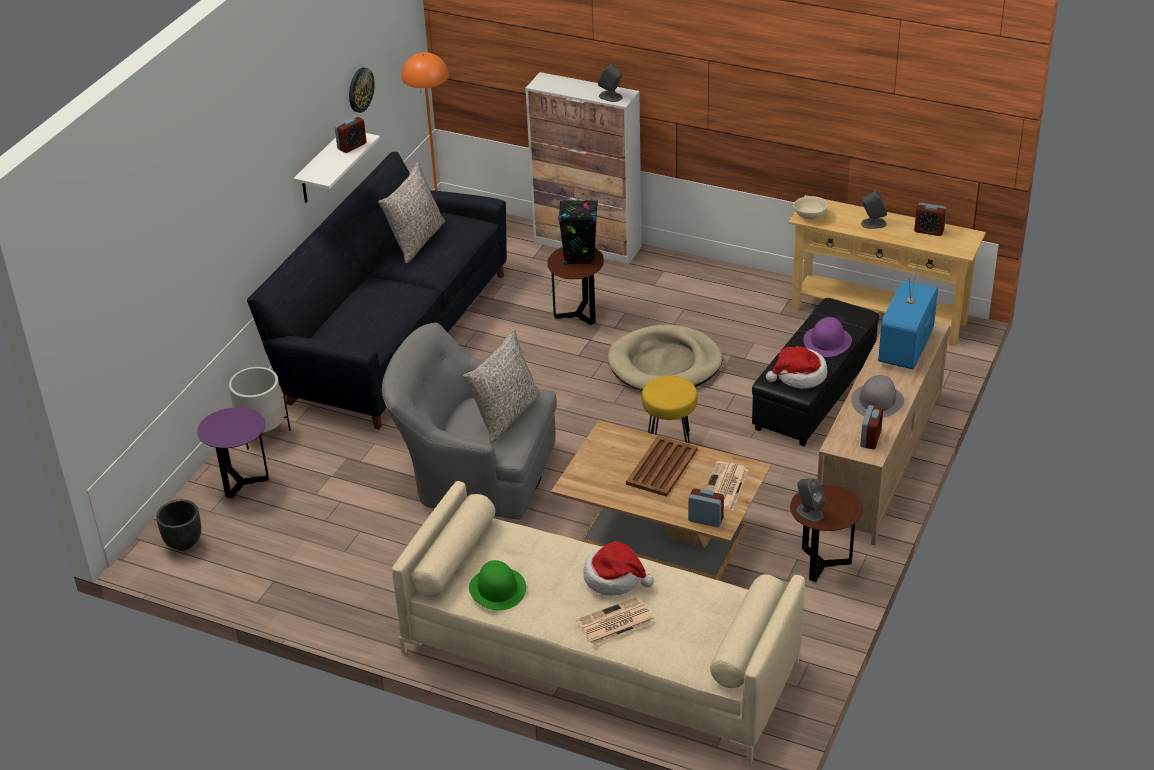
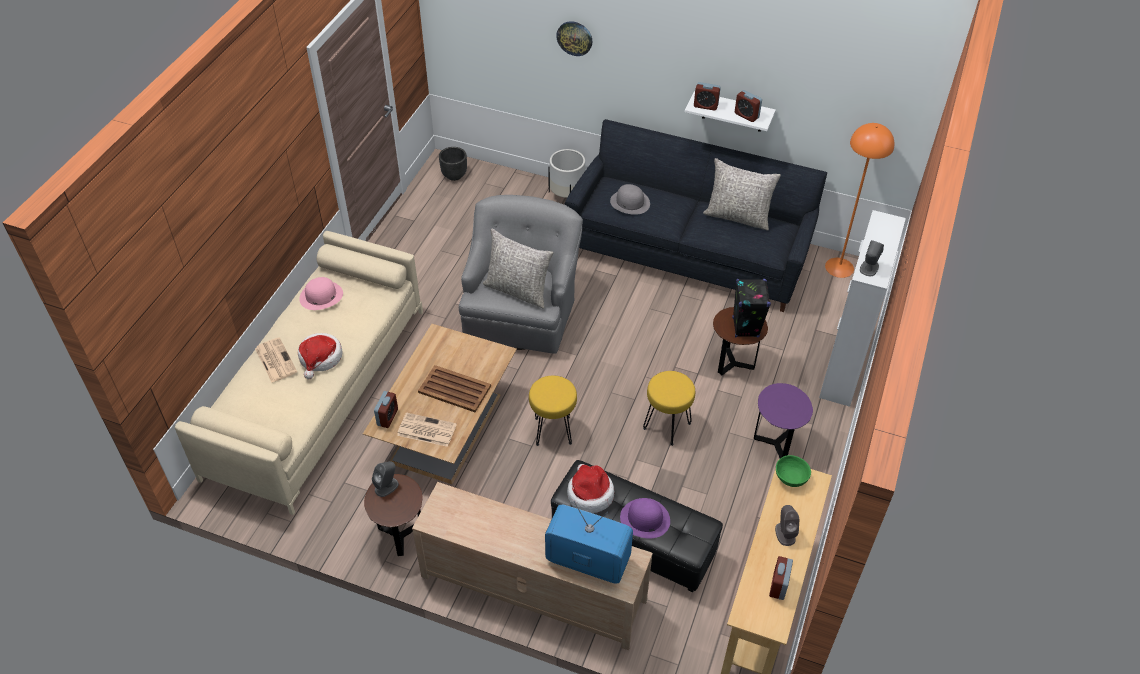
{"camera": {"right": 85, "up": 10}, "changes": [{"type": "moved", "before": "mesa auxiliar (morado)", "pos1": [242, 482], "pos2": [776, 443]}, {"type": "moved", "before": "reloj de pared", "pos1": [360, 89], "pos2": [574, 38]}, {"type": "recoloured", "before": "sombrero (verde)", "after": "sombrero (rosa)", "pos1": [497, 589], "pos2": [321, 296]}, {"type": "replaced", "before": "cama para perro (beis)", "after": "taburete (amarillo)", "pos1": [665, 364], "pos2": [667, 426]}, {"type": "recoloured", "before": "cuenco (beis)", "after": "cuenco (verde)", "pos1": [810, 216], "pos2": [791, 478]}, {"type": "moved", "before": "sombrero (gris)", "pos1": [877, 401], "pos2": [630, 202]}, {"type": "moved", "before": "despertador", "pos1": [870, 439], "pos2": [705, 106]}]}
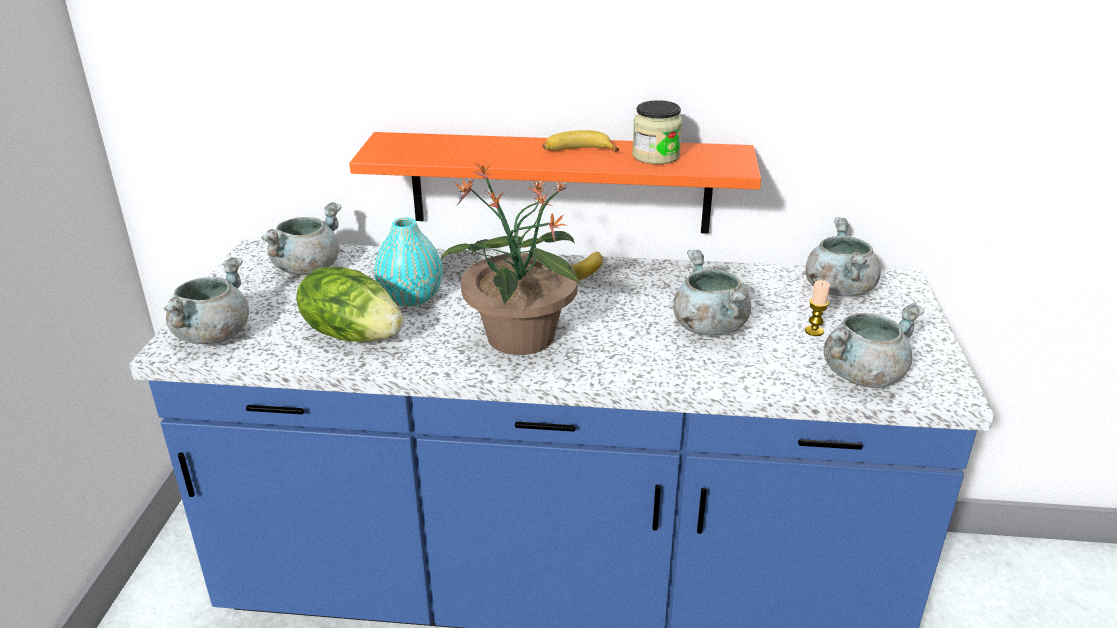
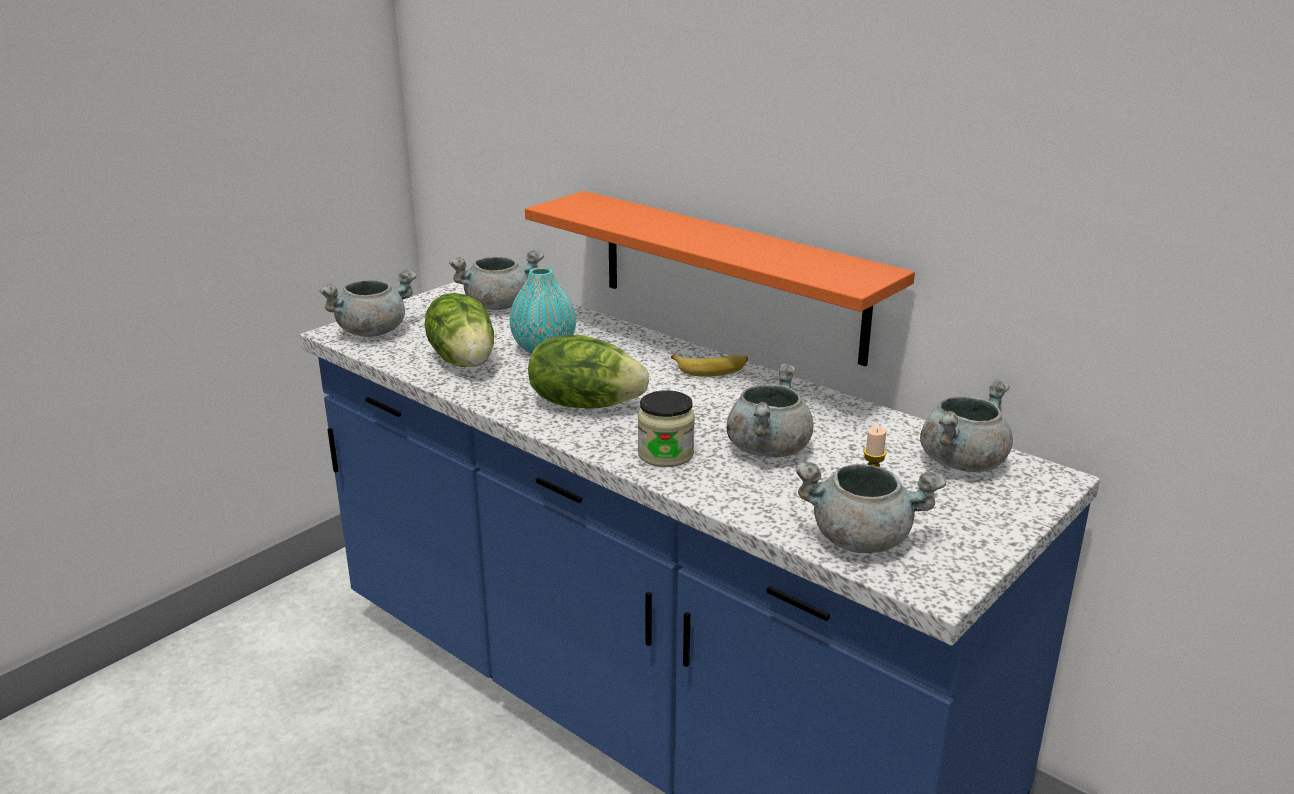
{"camera": {"right": 35, "up": -5}, "changes": [{"type": "replaced", "before": "planta en maceta", "after": "lechuga", "pos1": [520, 338], "pos2": [585, 403]}, {"type": "removed", "before": "plátano", "pos1": [578, 151]}, {"type": "moved", "before": "tarro", "pos1": [655, 156], "pos2": [665, 454]}]}
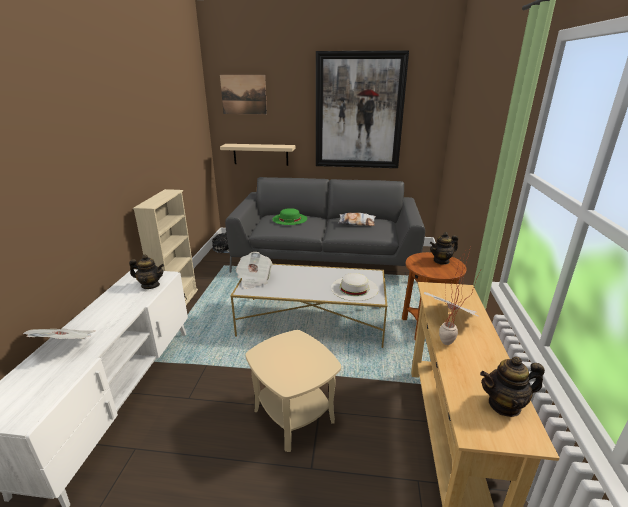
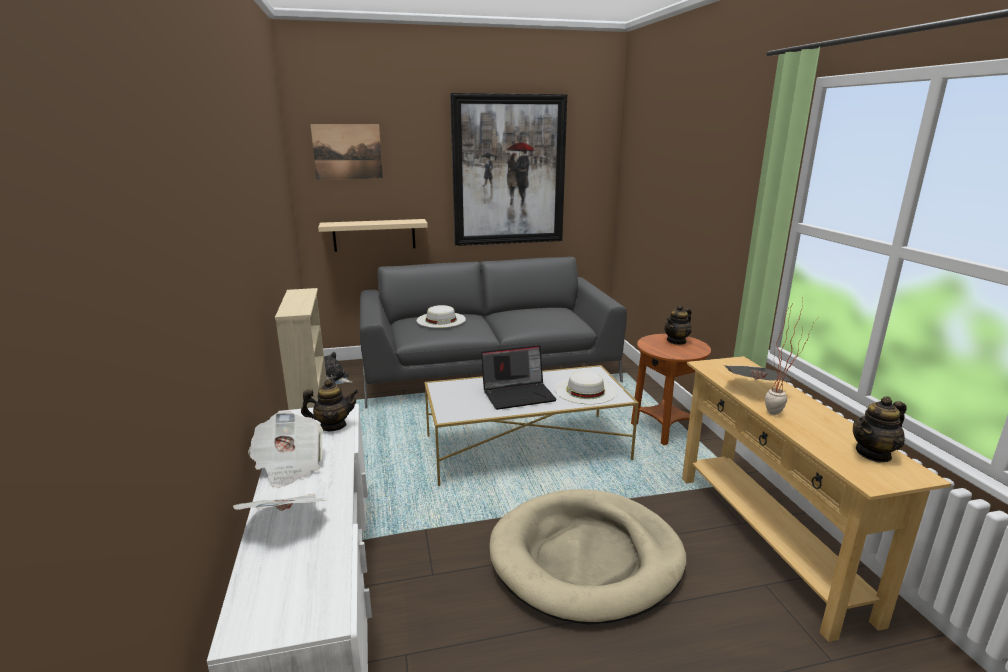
{"camera": {"right": -20, "up": -5}, "changes": [{"type": "moved", "before": "periódico", "pos1": [254, 279], "pos2": [289, 465]}, {"type": "replaced", "before": "mesa auxiliar (beis)", "after": "cama para perro (beis)", "pos1": [294, 416], "pos2": [586, 558]}, {"type": "recoloured", "before": "sombrero (verde)", "after": "sombrero (blanco)", "pos1": [289, 219], "pos2": [441, 320]}, {"type": "removed", "before": "cojín", "pos1": [357, 222]}, {"type": "added", "after": "portátil", "pos2": [519, 394]}]}
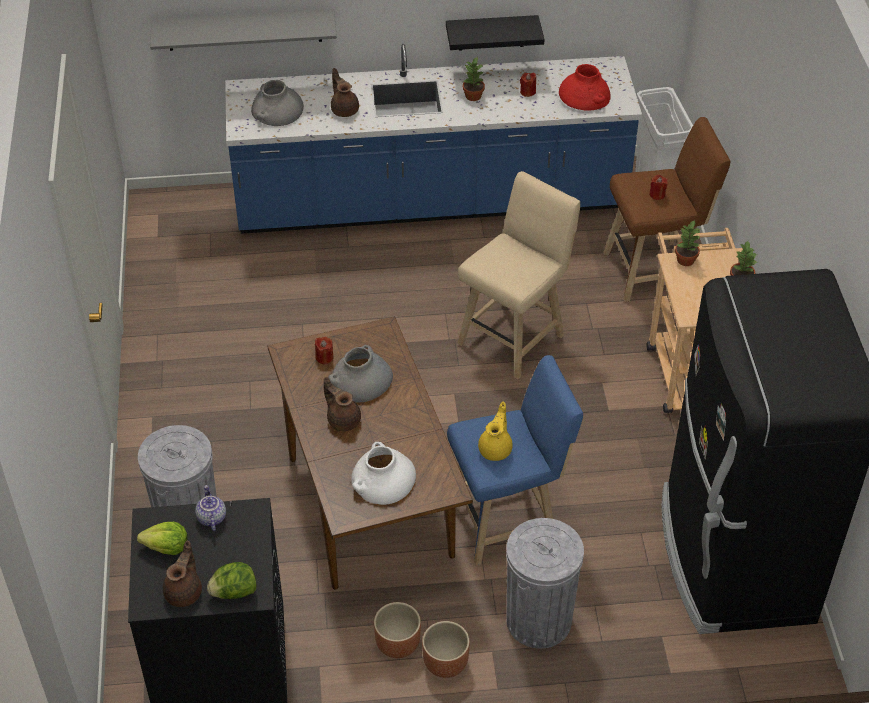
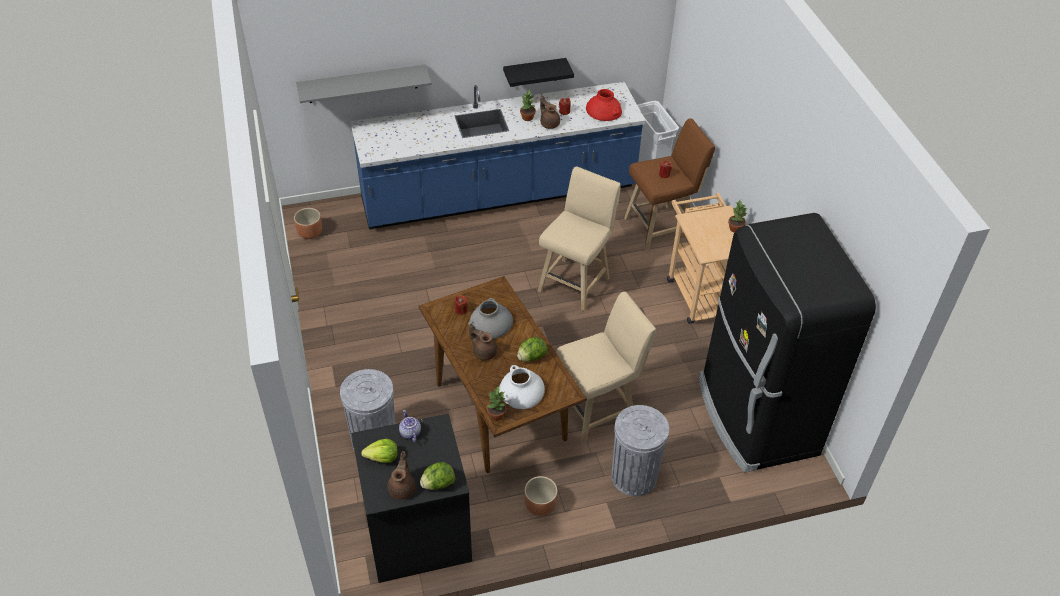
{"camera": {"right": -10, "up": 0}, "changes": [{"type": "removed", "before": "florero (gris)", "pos1": [277, 110]}, {"type": "moved", "before": "tetera (marrón)", "pos1": [344, 109], "pos2": [549, 123]}, {"type": "moved", "before": "maceta (marrón)", "pos1": [446, 663], "pos2": [310, 233]}, {"type": "recoloured", "before": "taburete (azul)", "after": "taburete (beis)", "pos1": [508, 520], "pos2": [598, 410]}, {"type": "removed", "before": "tetera (amarillo)", "pos1": [496, 449]}, {"type": "moved", "before": "planta en maceta", "pos1": [685, 260], "pos2": [496, 415]}, {"type": "added", "after": "lechuga", "pos2": [531, 357]}]}
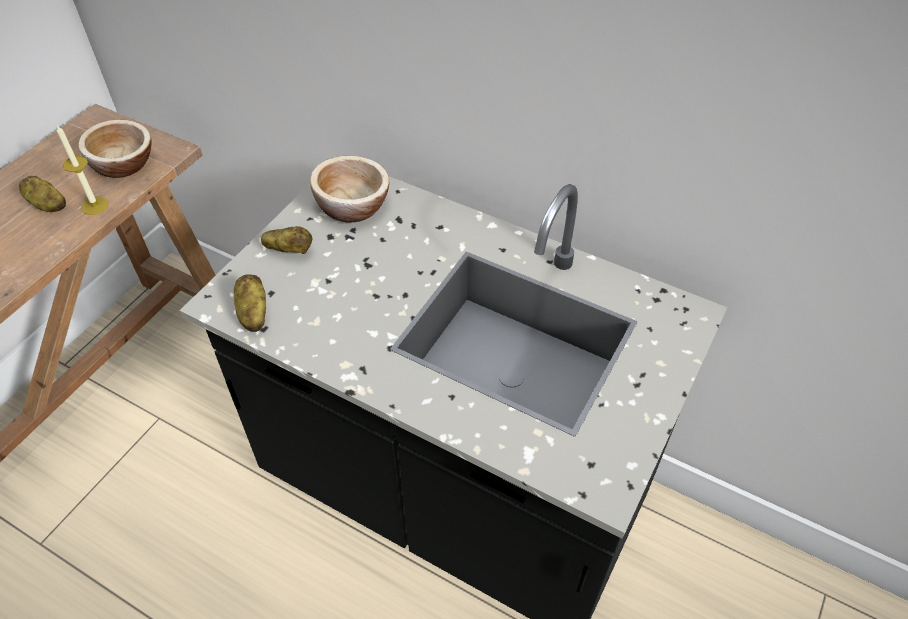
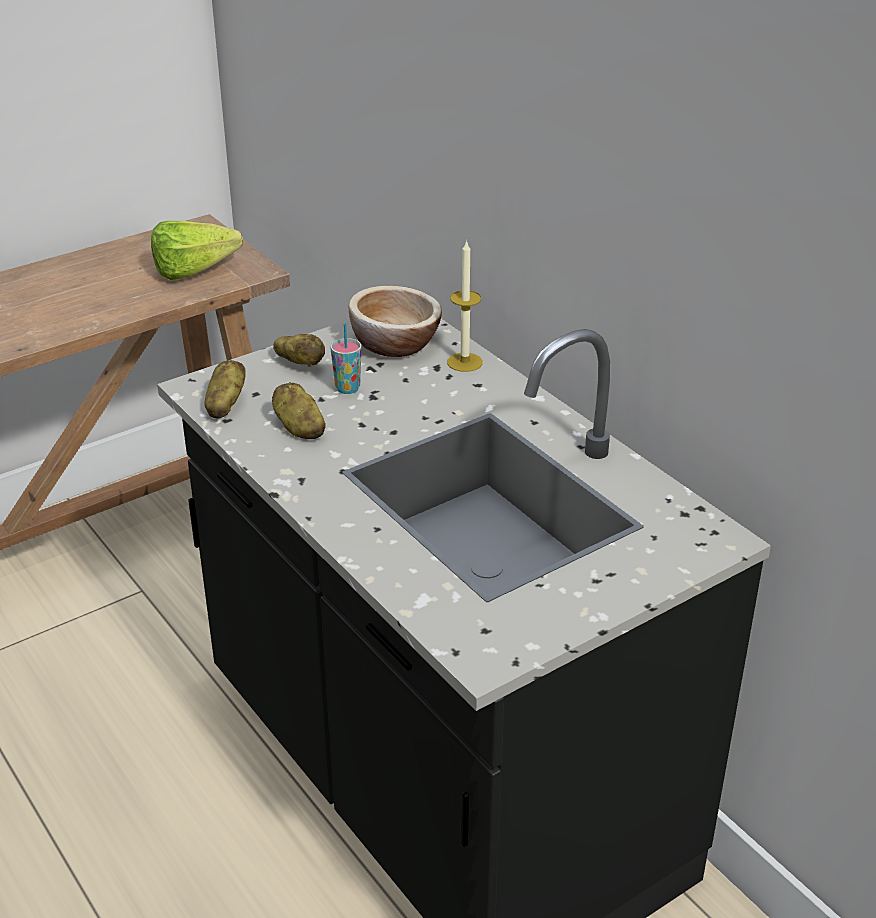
{"camera": {"right": 25, "up": -15}, "changes": [{"type": "moved", "before": "patata", "pos1": [47, 205], "pos2": [299, 428]}, {"type": "moved", "before": "vela", "pos1": [95, 205], "pos2": [464, 362]}, {"type": "replaced", "before": "cuenco", "after": "lechuga", "pos1": [123, 164], "pos2": [201, 271]}, {"type": "added", "after": "taza", "pos2": [347, 388]}]}
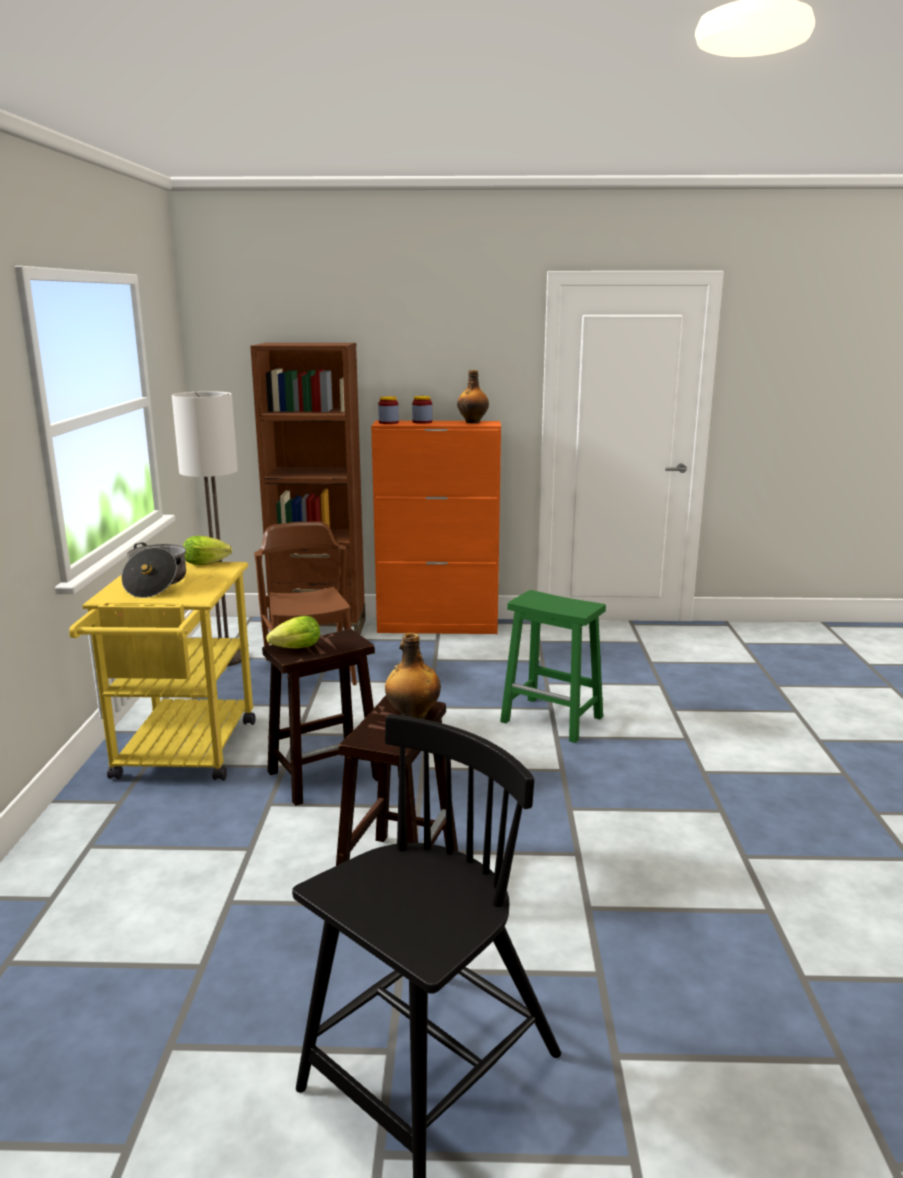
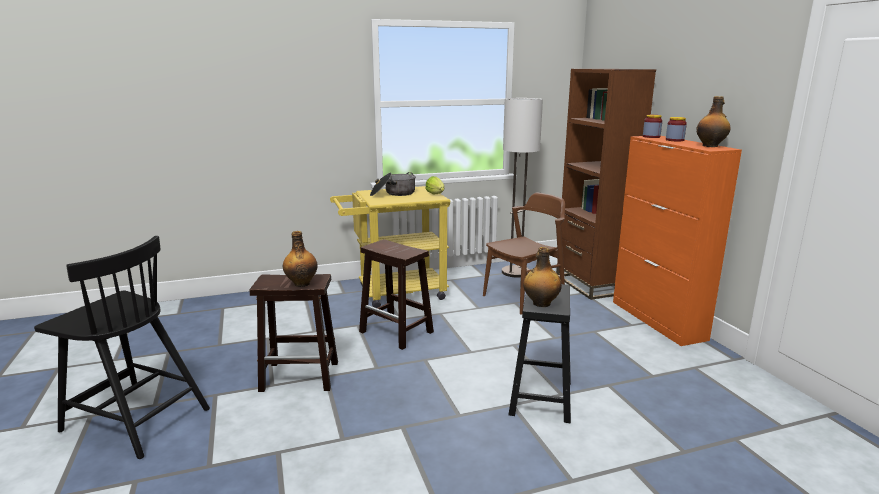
{"camera": {"right": 70, "up": 0}, "changes": [{"type": "removed", "before": "lechuga", "pos1": [293, 649]}, {"type": "recoloured", "before": "taburete (verde)", "after": "taburete (negro)", "pos1": [553, 719], "pos2": [541, 398]}, {"type": "added", "after": "botella", "pos2": [540, 303]}]}
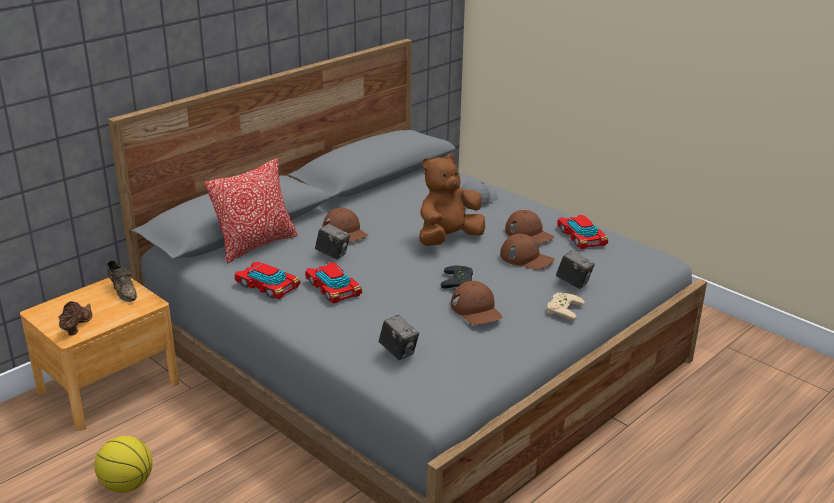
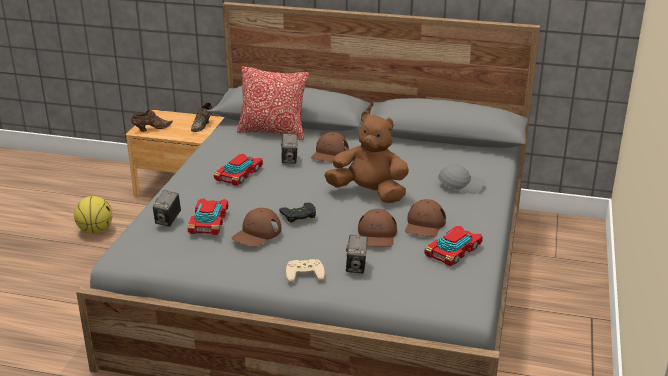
{"camera": {"right": 60, "up": 0}, "changes": [{"type": "moved", "before": "coche de juguete", "pos1": [267, 285], "pos2": [209, 221]}]}
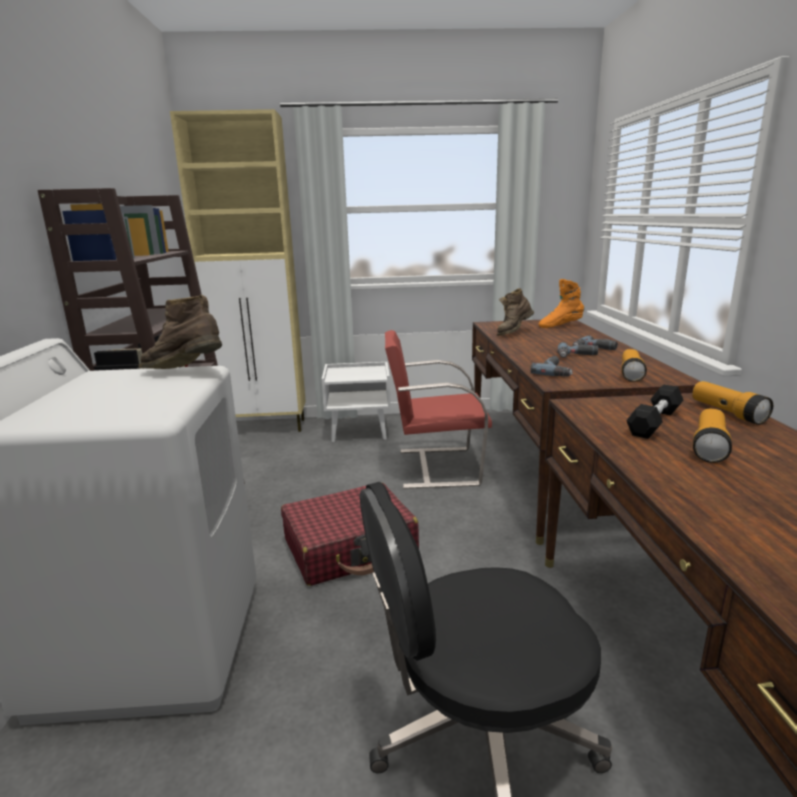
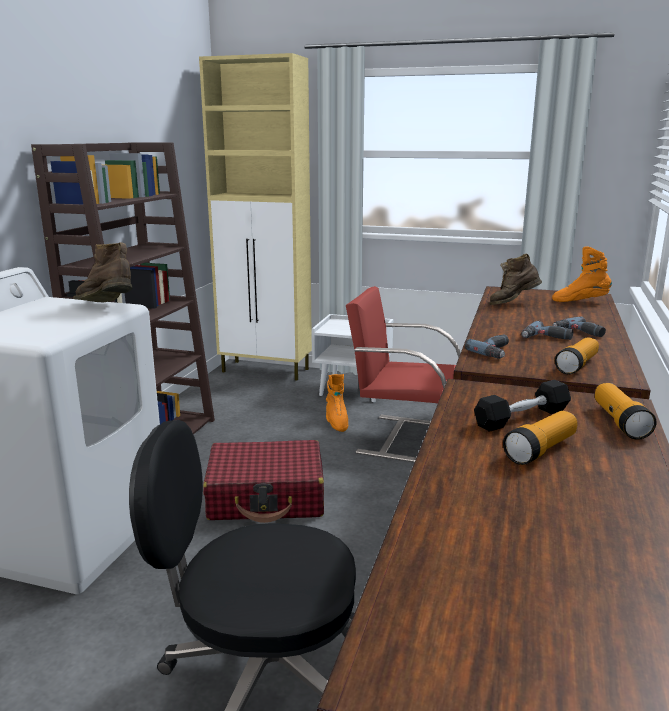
{"camera": {"right": 20, "up": 0}, "changes": [{"type": "added", "after": "bota (naranja)", "pos2": [336, 422]}]}
